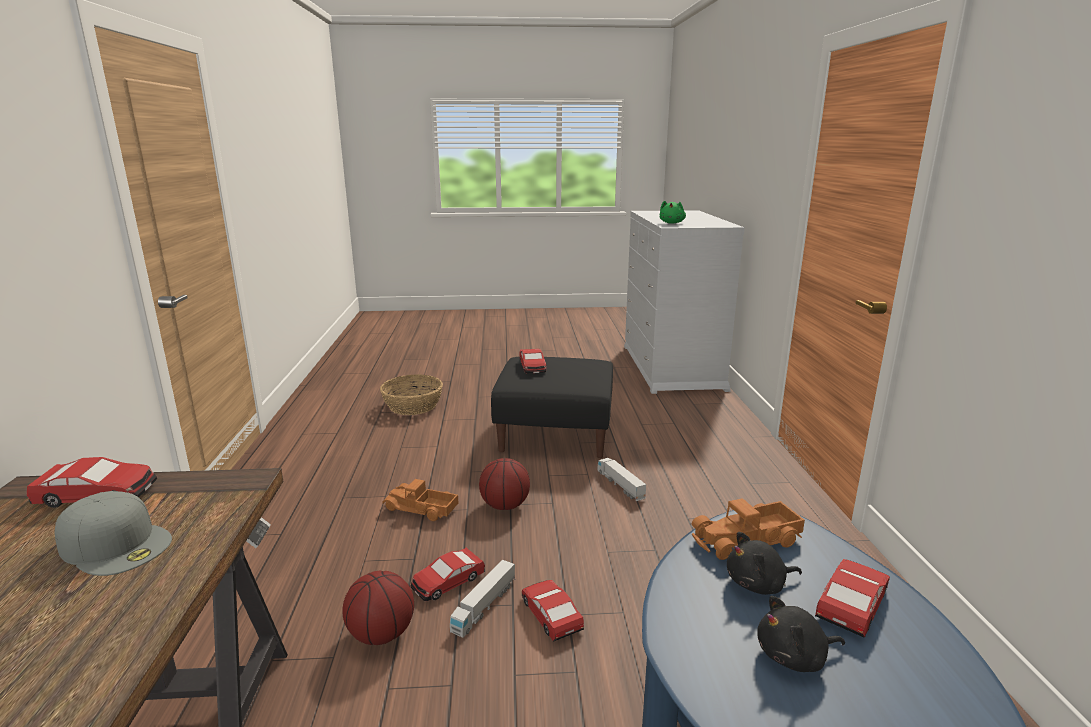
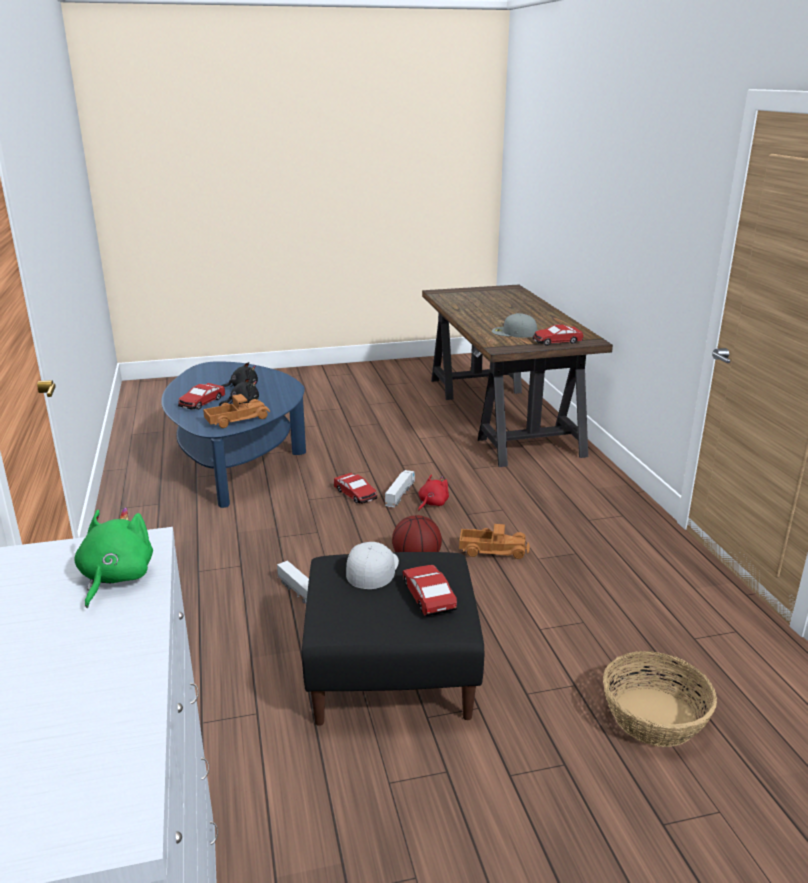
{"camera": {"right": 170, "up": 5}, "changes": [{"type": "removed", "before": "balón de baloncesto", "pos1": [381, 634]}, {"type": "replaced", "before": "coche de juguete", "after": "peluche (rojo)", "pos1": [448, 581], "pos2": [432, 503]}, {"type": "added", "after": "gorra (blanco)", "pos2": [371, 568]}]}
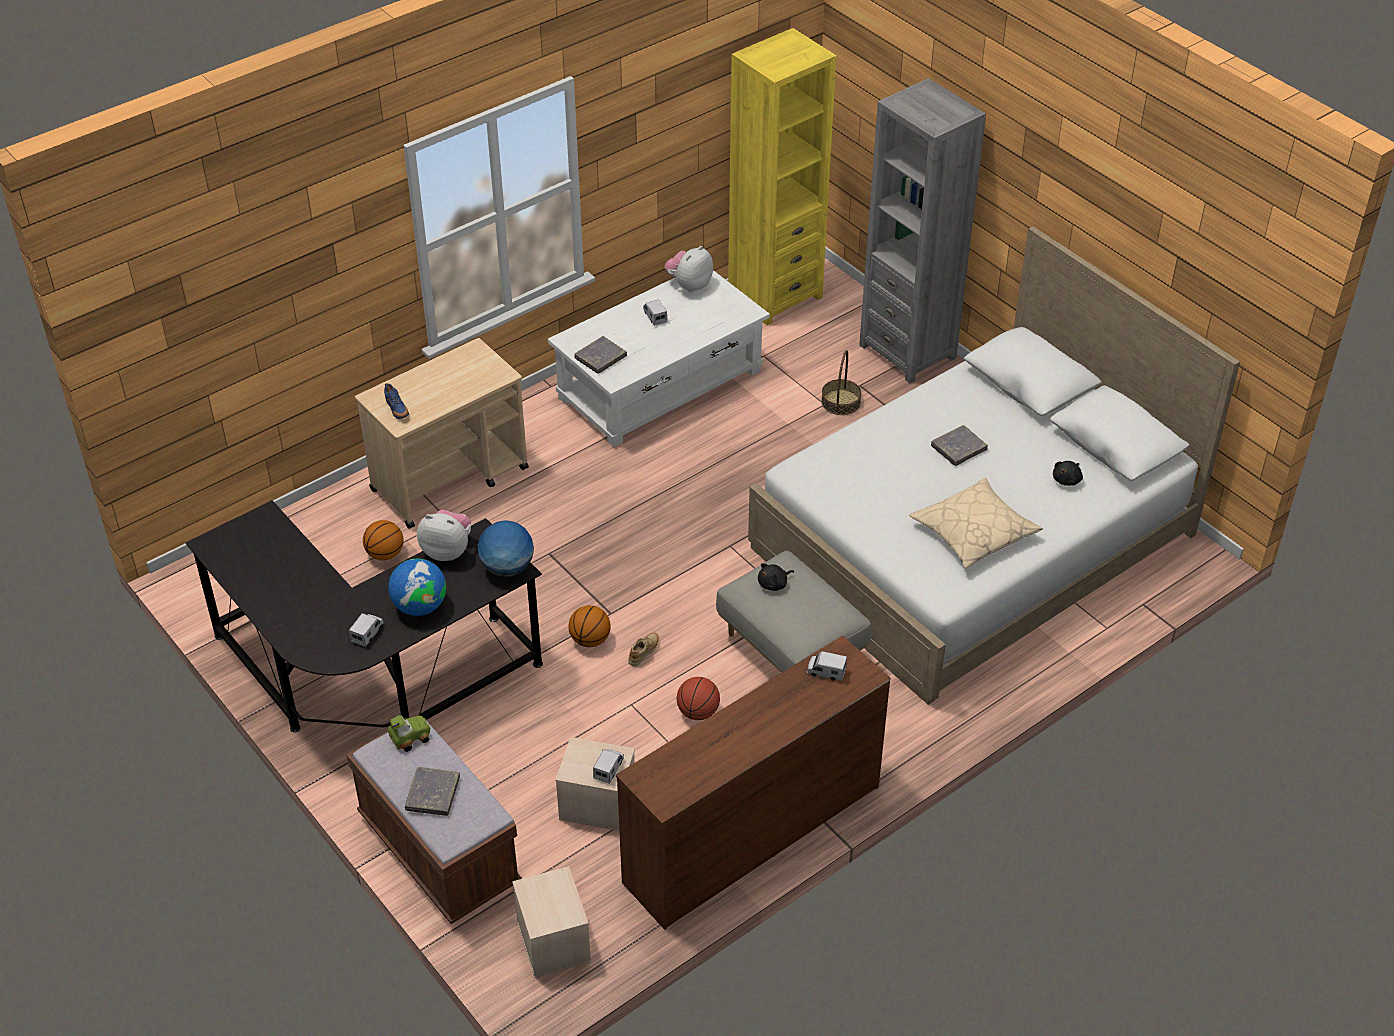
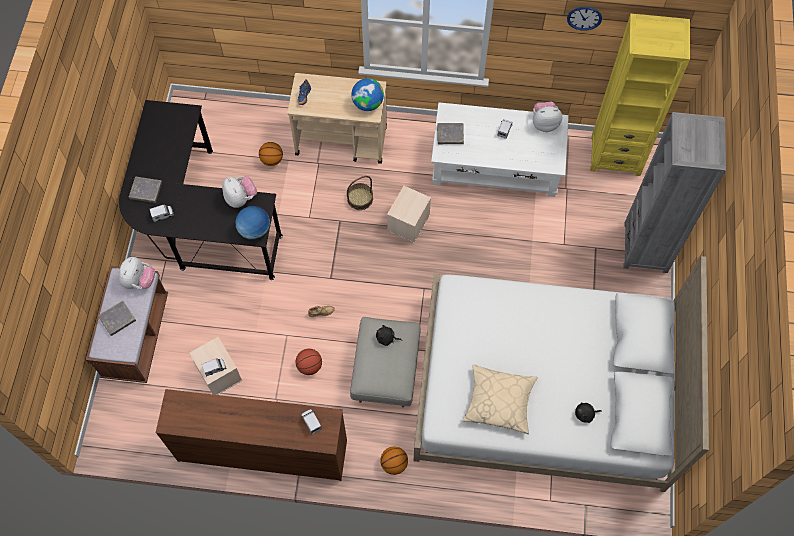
{"camera": {"right": 45, "up": 20}, "changes": [{"type": "moved", "before": "globo terráqueo", "pos1": [419, 606], "pos2": [367, 104]}, {"type": "replaced", "before": "coche de juguete", "after": "peluche", "pos1": [409, 737], "pos2": [139, 281]}, {"type": "moved", "before": "caja de almacenaje (beis)", "pos1": [554, 942], "pos2": [408, 223]}, {"type": "moved", "before": "balón de baloncesto", "pos1": [590, 640], "pos2": [394, 464]}, {"type": "moved", "before": "cesta", "pos1": [840, 402], "pos2": [360, 198]}, {"type": "moved", "before": "libro (gris)", "pos1": [958, 448], "pos2": [146, 191]}, {"type": "added", "after": "reloj de pared", "pos2": [584, 18]}]}
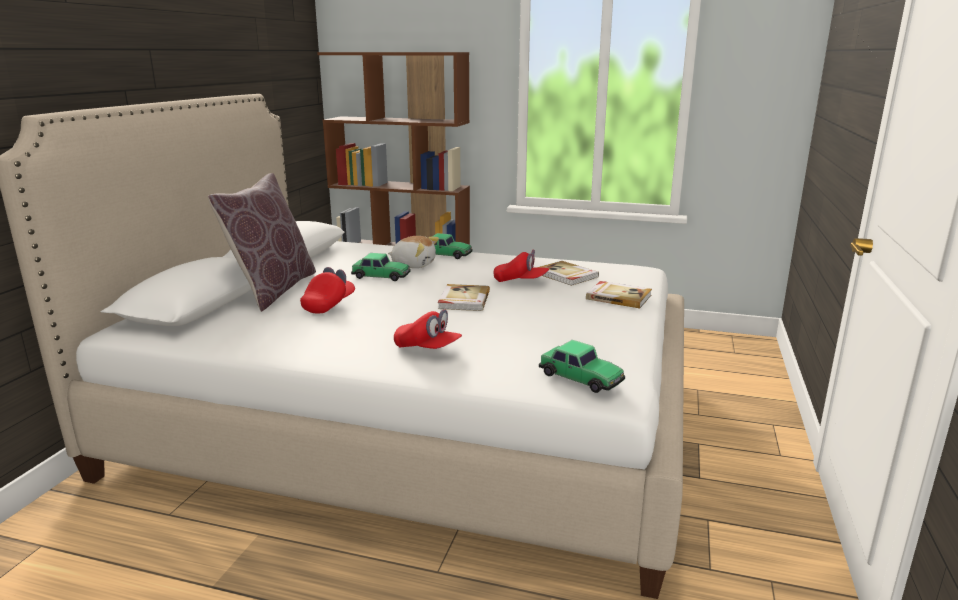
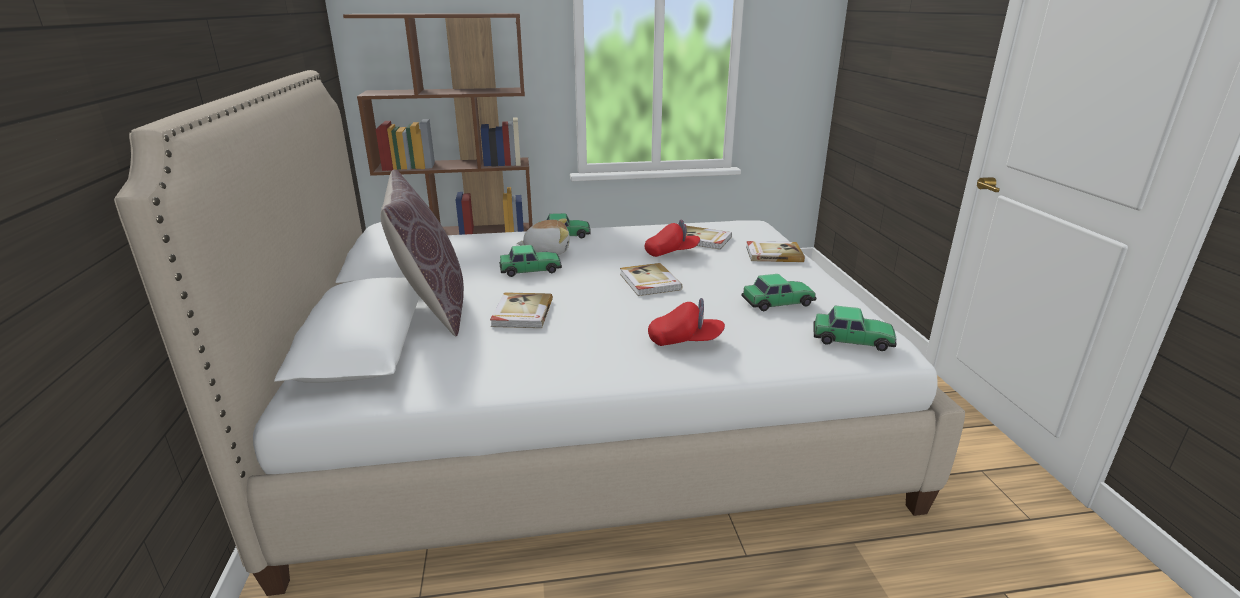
{"camera": {"right": -25, "up": 5}, "changes": [{"type": "replaced", "before": "gorra (rojo)", "after": "libro", "pos1": [329, 305], "pos2": [521, 313]}, {"type": "added", "after": "coche de juguete", "pos2": [778, 302]}]}
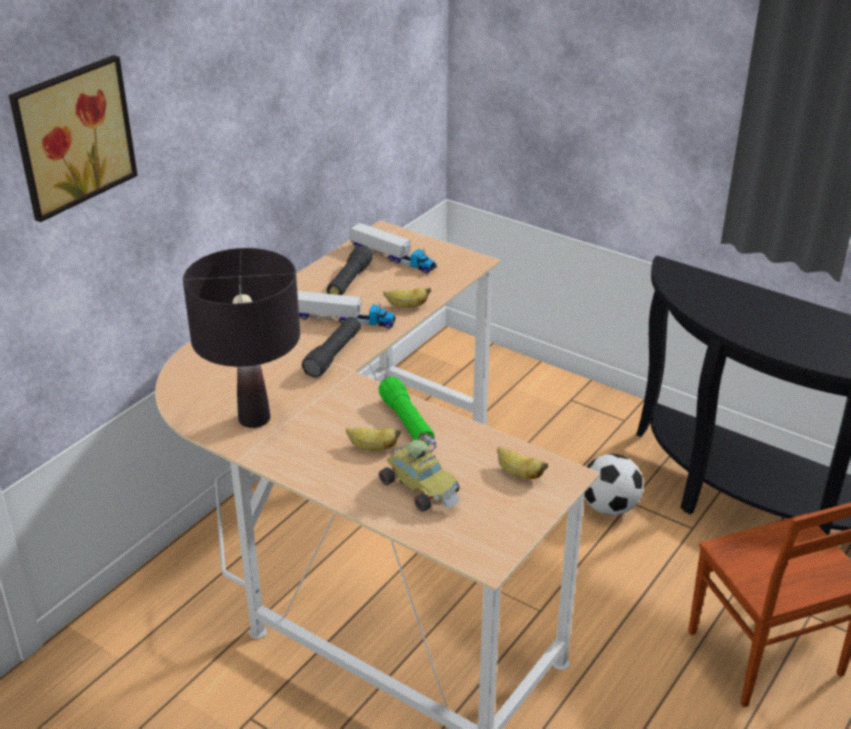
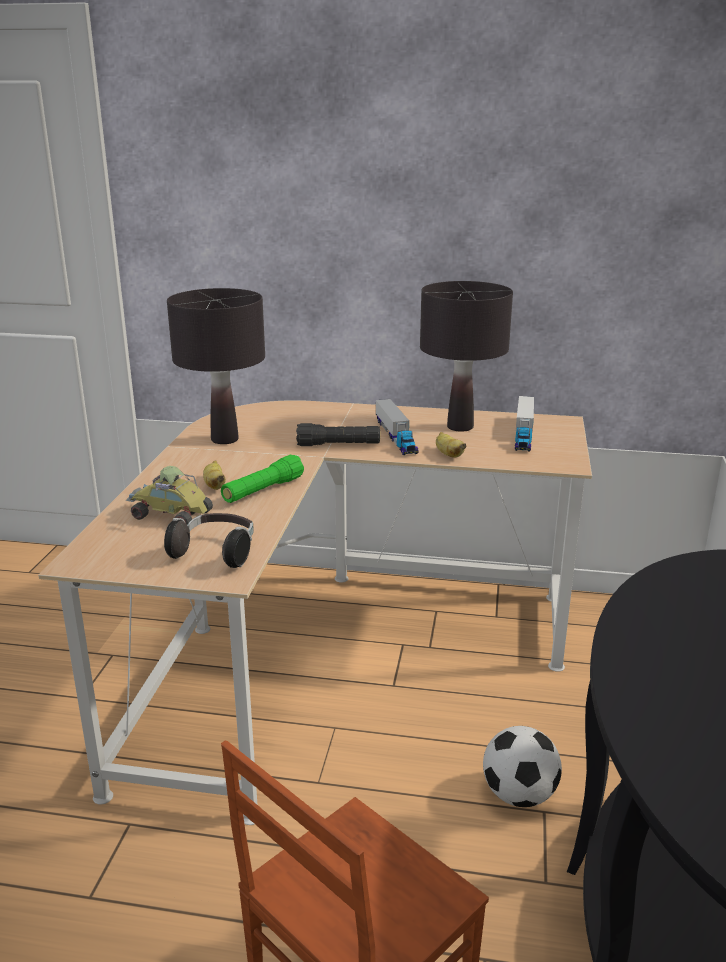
{"camera": {"right": 65, "up": -10}, "changes": [{"type": "removed", "before": "cuadro", "pos1": [70, 135]}, {"type": "replaced", "before": "linterna (negro)", "after": "lámpara de mesa (negro)", "pos1": [349, 281], "pos2": [459, 427]}, {"type": "turned", "before": "coche de juguete", "pos1": [421, 487], "pos2": [169, 515], "turn": 90}, {"type": "replaced", "before": "plátano", "after": "auriculares", "pos1": [518, 474], "pos2": [216, 553]}]}
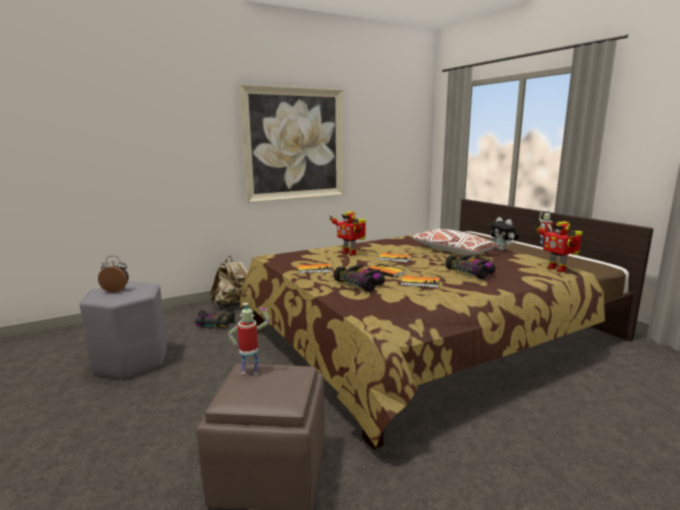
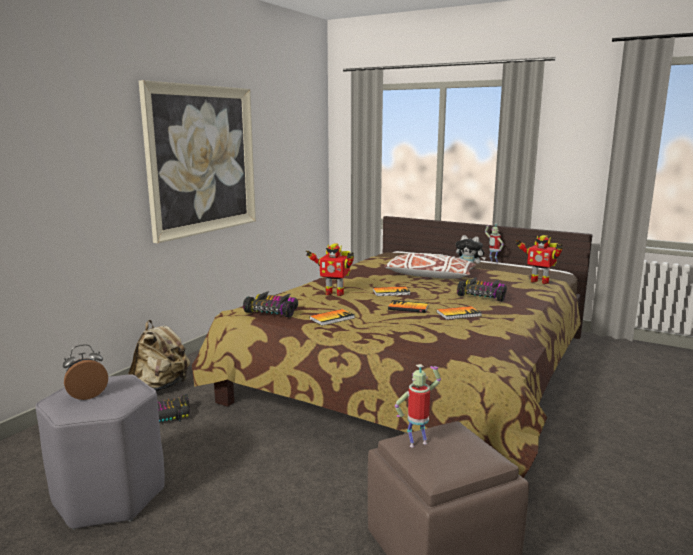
{"camera": {"right": -30, "up": 0}, "changes": [{"type": "moved", "before": "coche de juguete", "pos1": [360, 284], "pos2": [273, 311]}]}
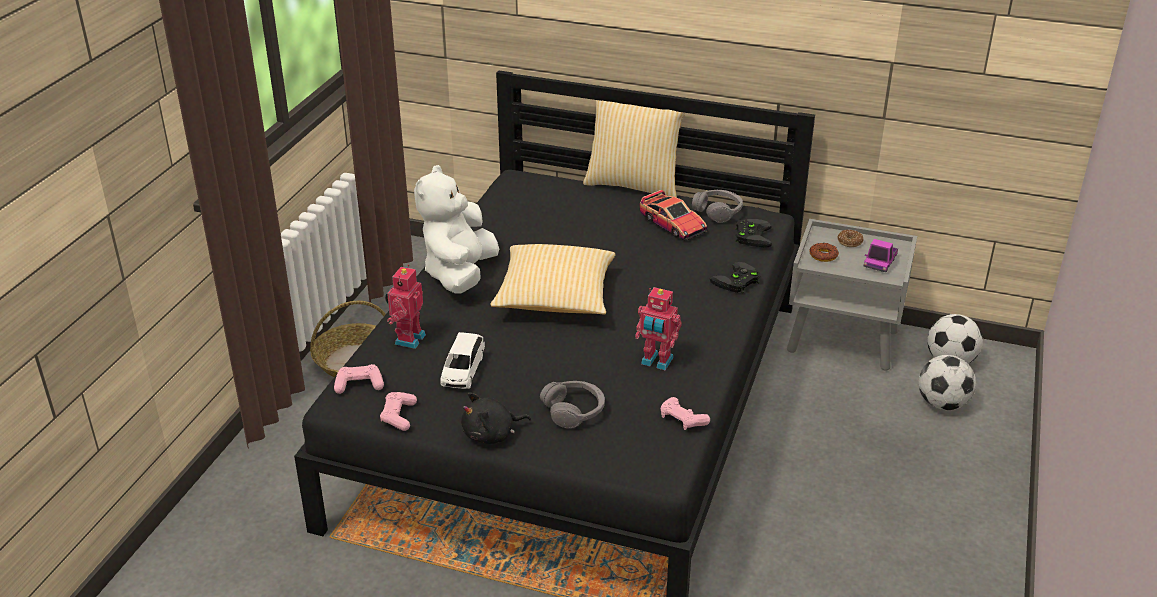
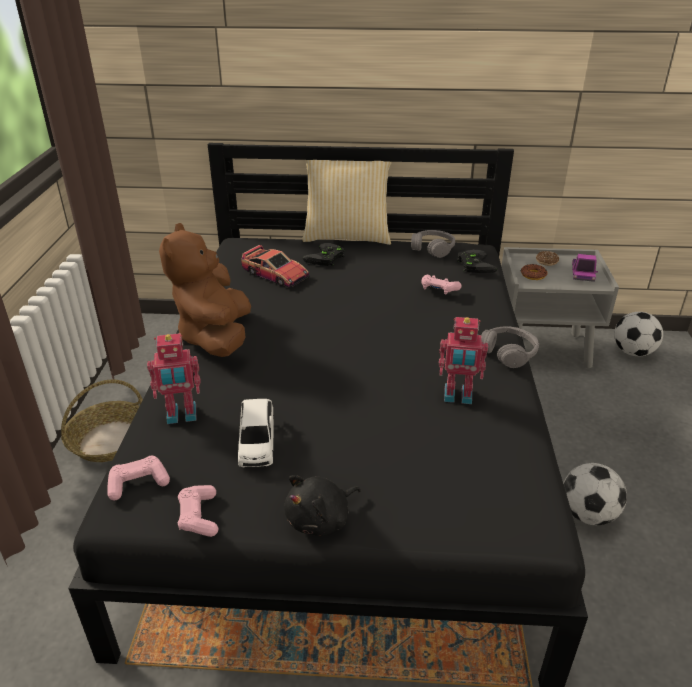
{"camera": {"right": -15, "up": 0}, "changes": [{"type": "turned", "before": "robot de juguete", "pos1": [408, 339], "pos2": [181, 415], "turn": -105}, {"type": "recoloured", "before": "peluche (blanco)", "after": "peluche (marrón)", "pos1": [460, 274], "pos2": [216, 337]}, {"type": "removed", "before": "cojín", "pos1": [555, 298]}, {"type": "moved", "before": "auriculares (gris)", "pos1": [574, 411], "pos2": [508, 353]}, {"type": "moved", "before": "coche de juguete", "pos1": [673, 224], "pos2": [276, 274]}, {"type": "moved", "before": "mando de consola (rosa)", "pos1": [682, 420], "pos2": [438, 289]}, {"type": "moved", "before": "mando de consola (negro)", "pos1": [736, 282], "pos2": [325, 258]}, {"type": "moved", "before": "balón de fútbol", "pos1": [942, 404], "pos2": [587, 514]}]}
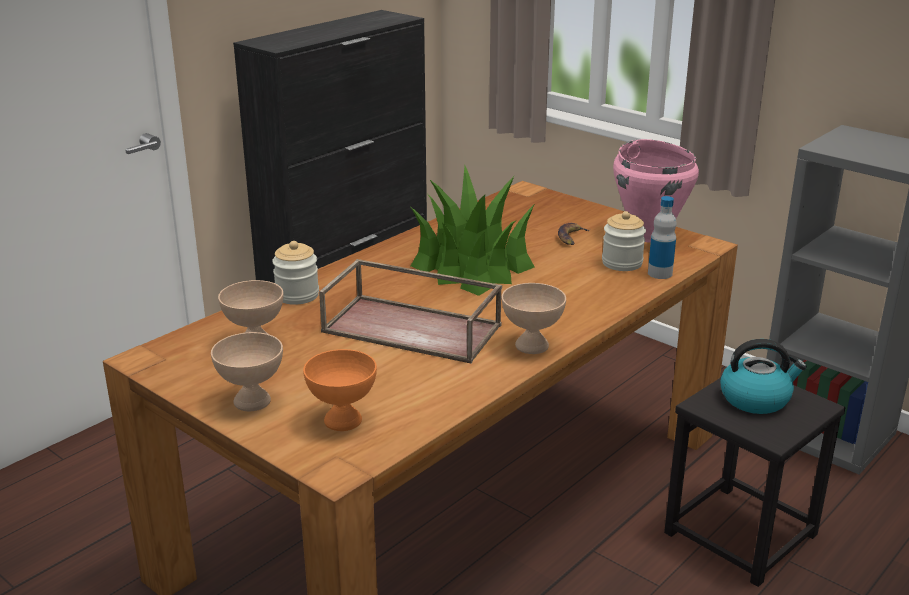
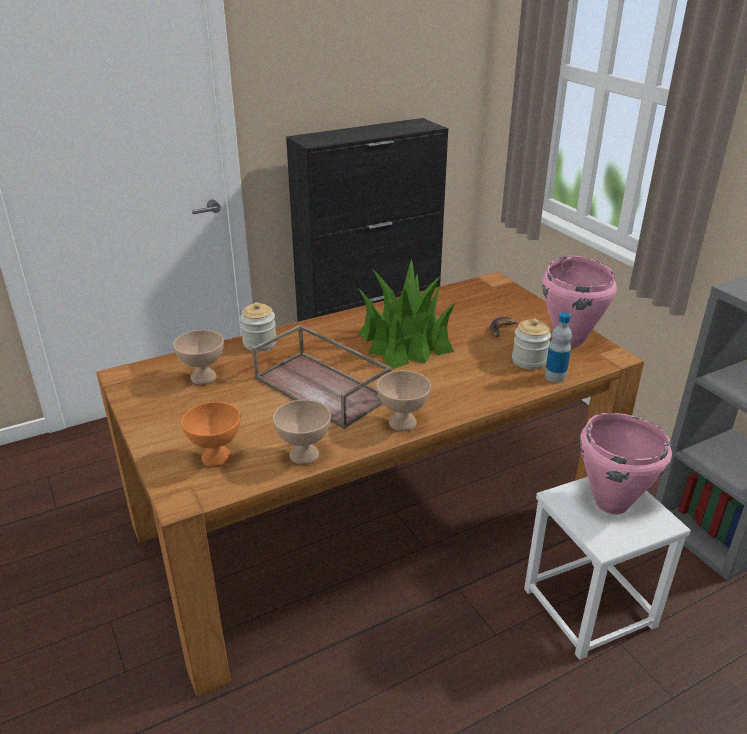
{"camera": {"right": 20, "up": 5}, "changes": [{"type": "moved", "before": "cuenco (beis)", "pos1": [251, 402], "pos2": [303, 455]}, {"type": "recoloured", "before": "taburete (negro)", "after": "taburete (blanco)", "pos1": [741, 534], "pos2": [589, 608]}, {"type": "replaced", "before": "hervidor", "after": "olla (rosa)", "pos1": [756, 398], "pos2": [611, 502]}]}
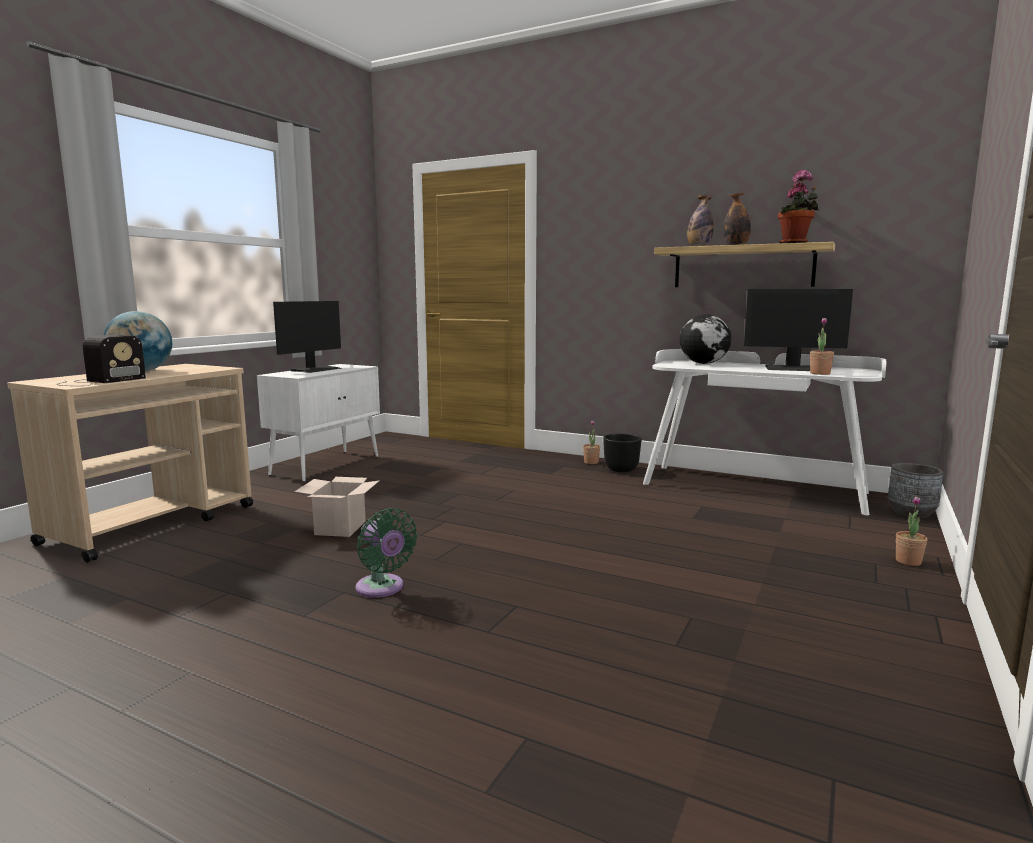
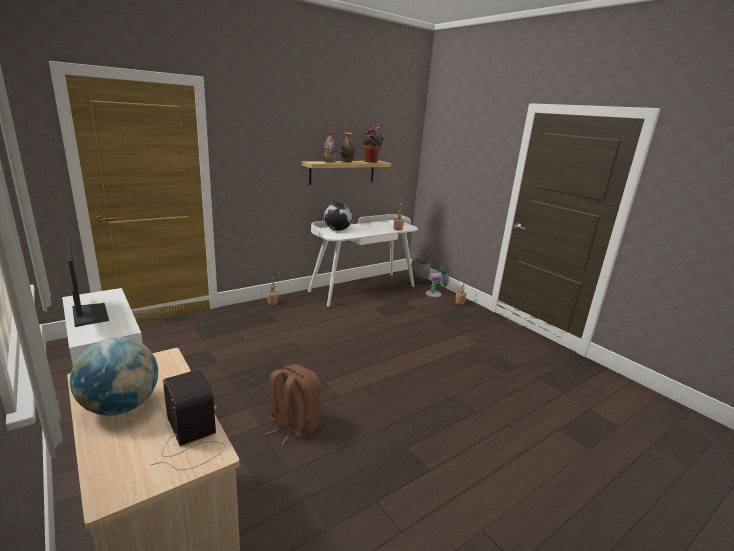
{"camera": {"right": -65, "up": 10}, "changes": [{"type": "replaced", "before": "caja de cartón", "after": "mochila (marrón)", "pos1": [340, 527], "pos2": [293, 426]}, {"type": "moved", "before": "ventilador (verde)", "pos1": [382, 589], "pos2": [435, 294]}, {"type": "removed", "before": "maceta (negro)", "pos1": [621, 470]}, {"type": "removed", "before": "monitor", "pos1": [793, 368]}]}
